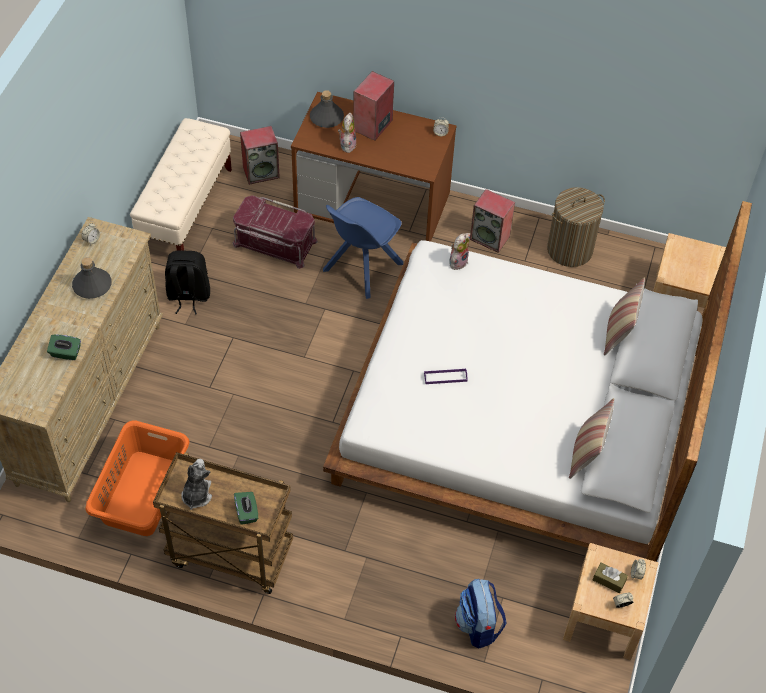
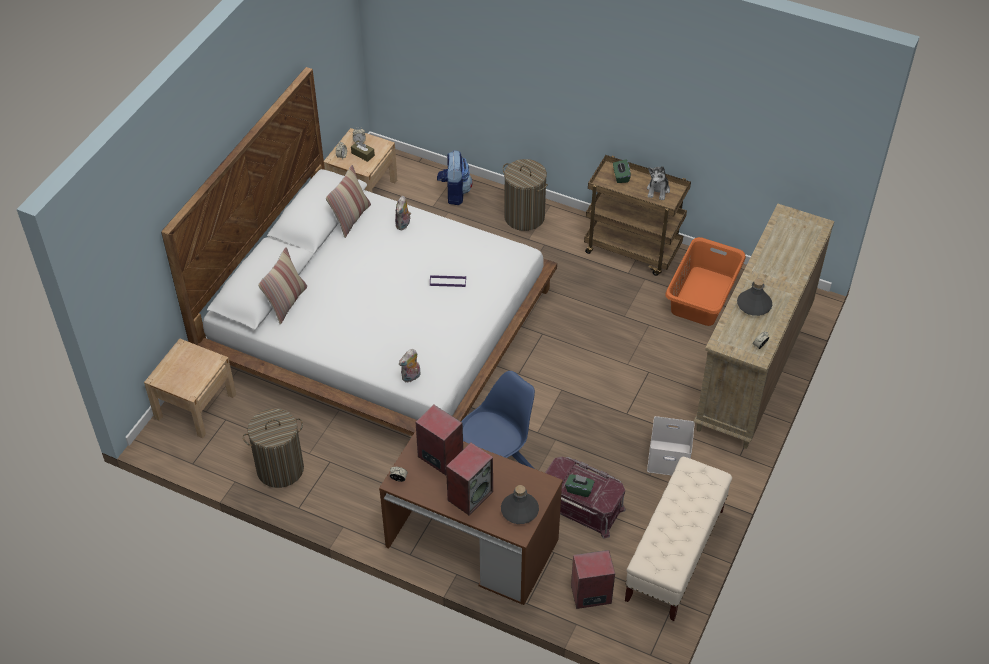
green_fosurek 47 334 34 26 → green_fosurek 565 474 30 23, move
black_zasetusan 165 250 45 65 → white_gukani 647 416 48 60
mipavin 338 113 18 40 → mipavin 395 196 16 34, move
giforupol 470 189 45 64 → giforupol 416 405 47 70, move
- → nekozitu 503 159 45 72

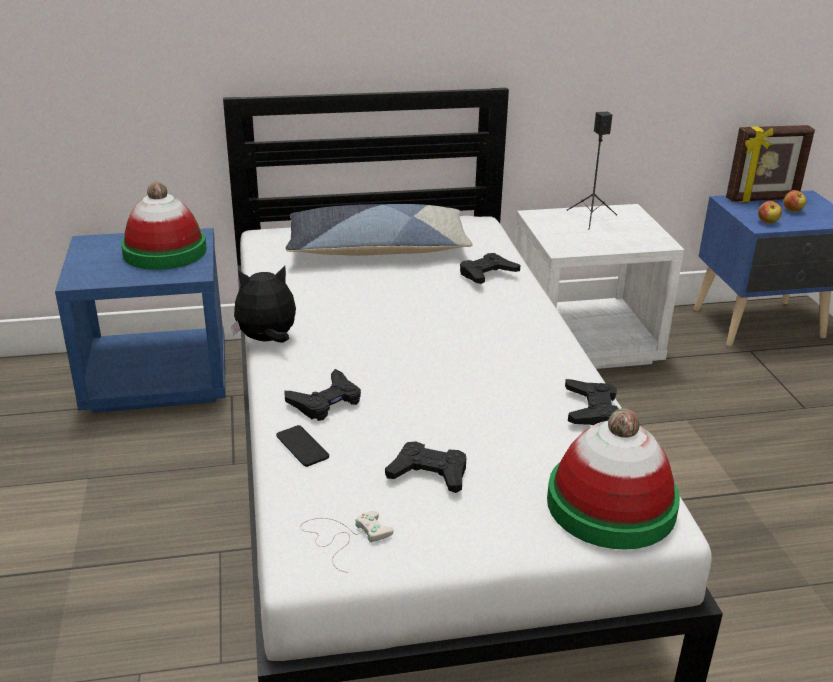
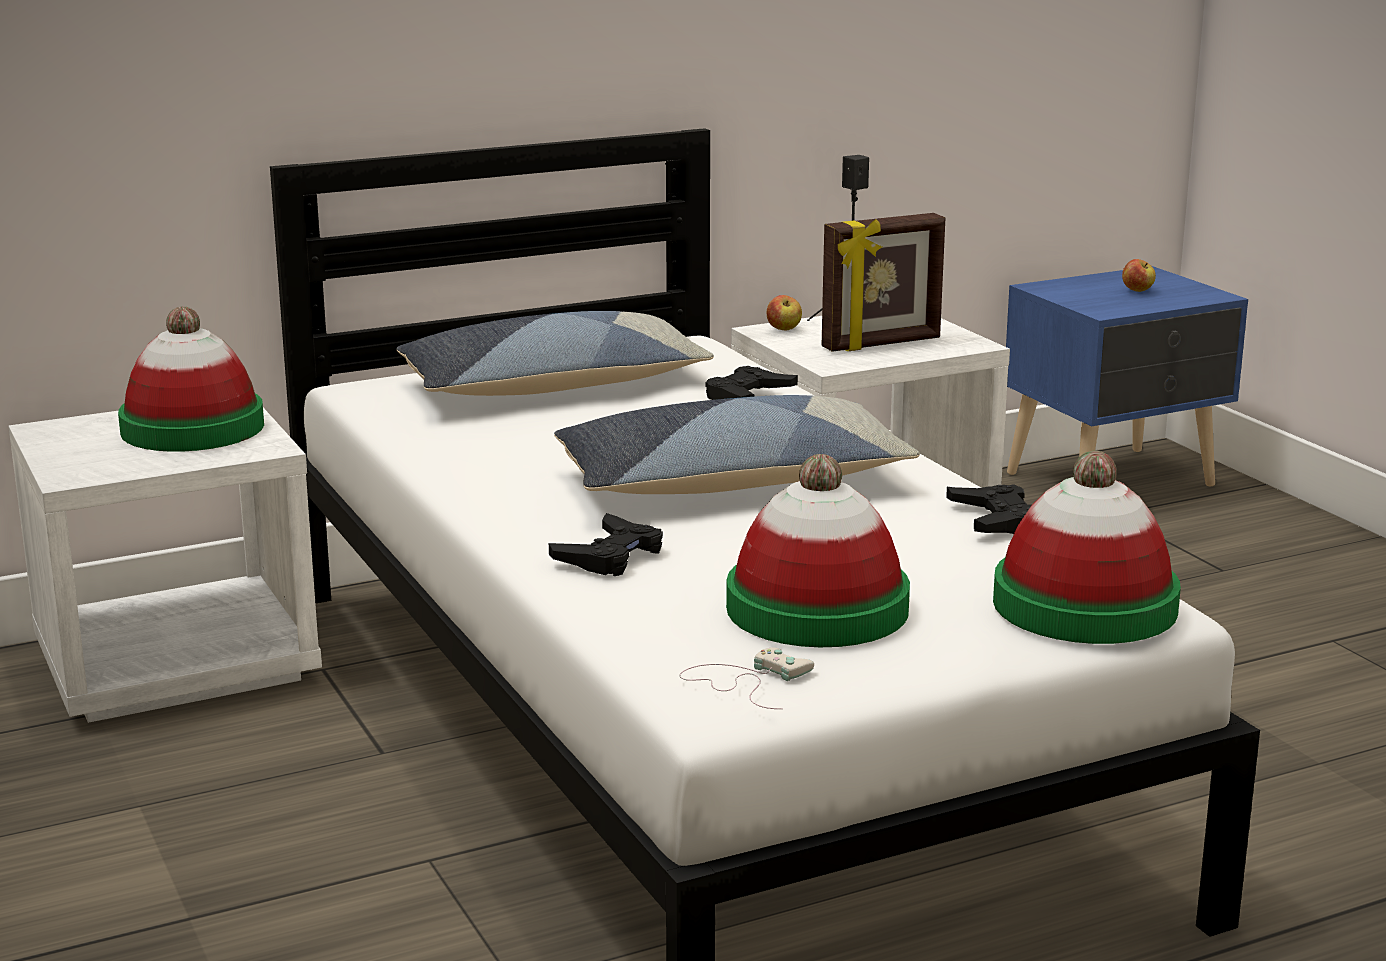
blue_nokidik 55 228 171 185 → white_nokidik 8 408 314 315
mipavin 231 266 65 77 → -
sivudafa 276 425 53 42 → -
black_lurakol 385 441 81 52 → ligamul 726 454 184 193
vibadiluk 726 125 89 77 → vibadiluk 822 213 123 139, move
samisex 758 201 24 22 → samisex 767 295 35 35, move
- → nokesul 554 395 366 99

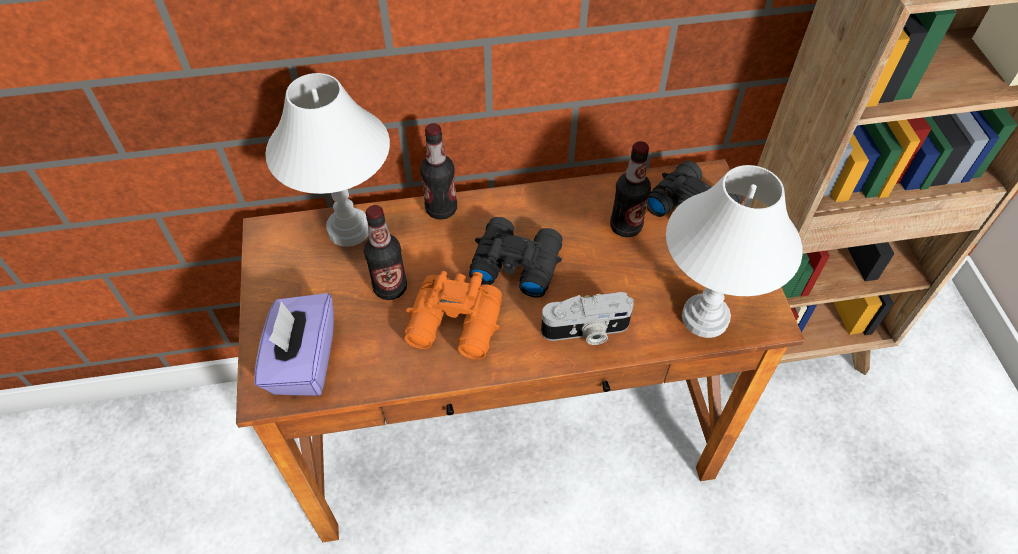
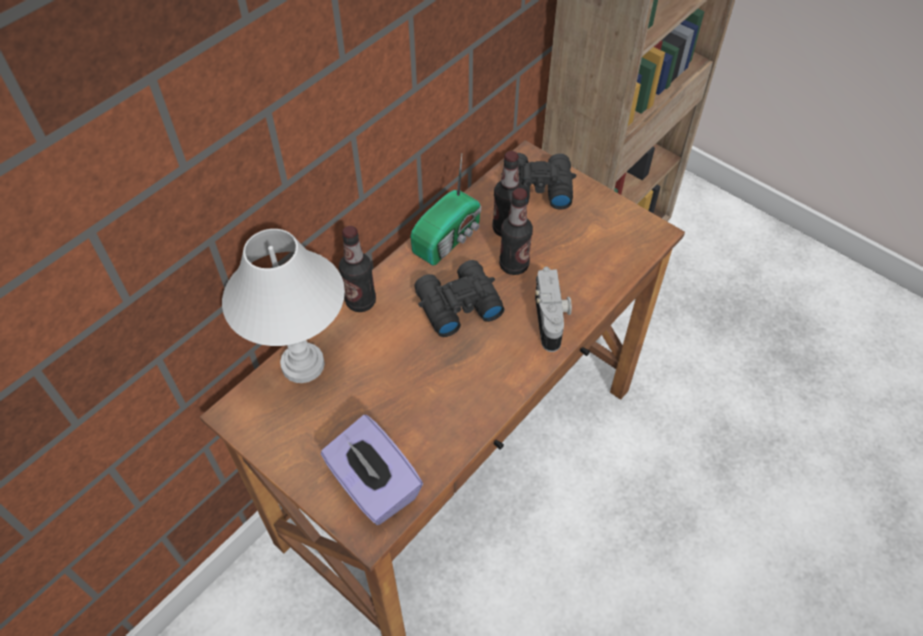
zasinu 364 205 43 95 → zasinu 499 188 34 87, move
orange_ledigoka 404 271 98 89 → -
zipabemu 541 292 93 53 → zipabemu 535 267 37 85, 45 degrees counterclockwise
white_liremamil 666 165 137 173 → -
- → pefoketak 410 154 71 112

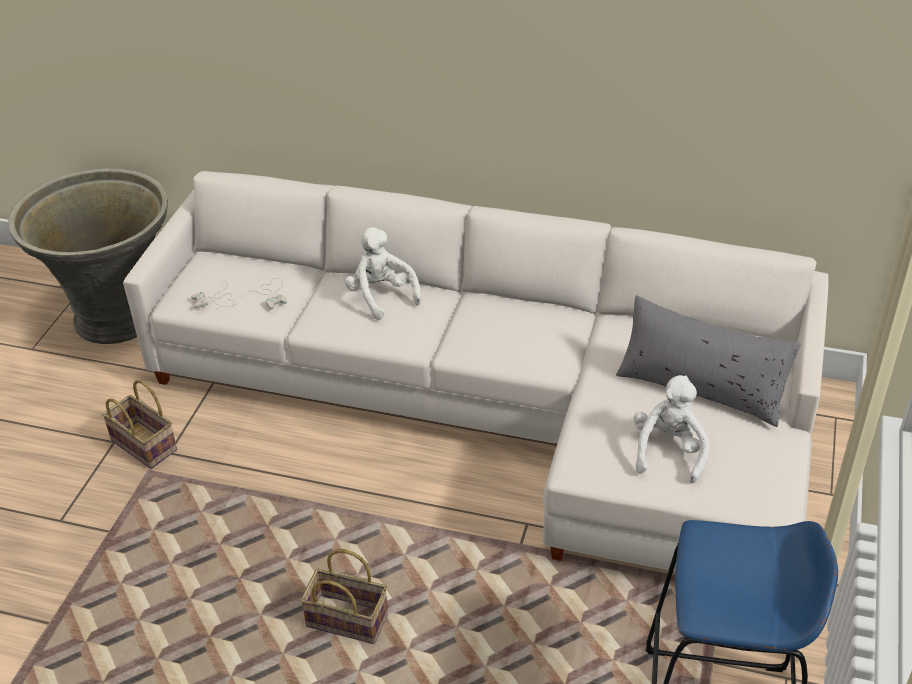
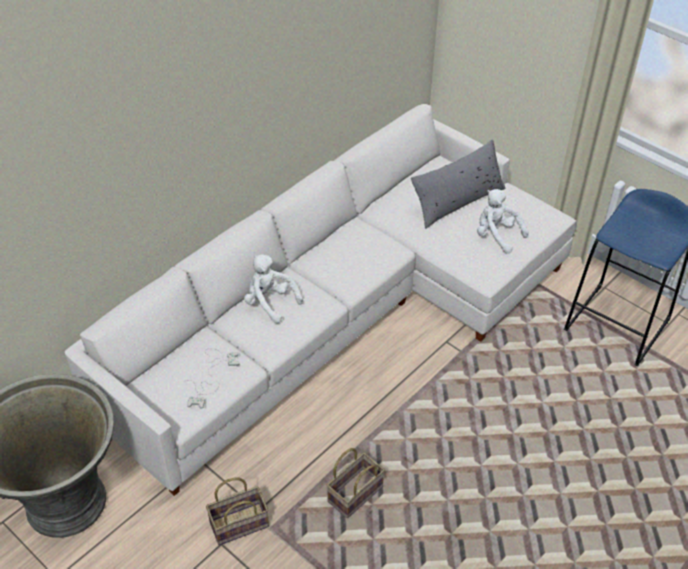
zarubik 300 549 88 95 → zarubik 327 448 58 70, move
white_mipavin 345 227 76 93 → white_mipavin 244 254 59 69, 45 degrees clockwise

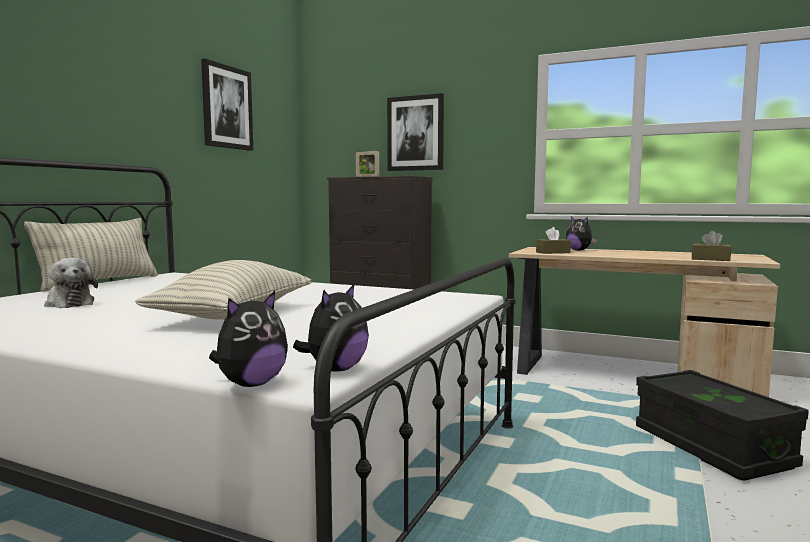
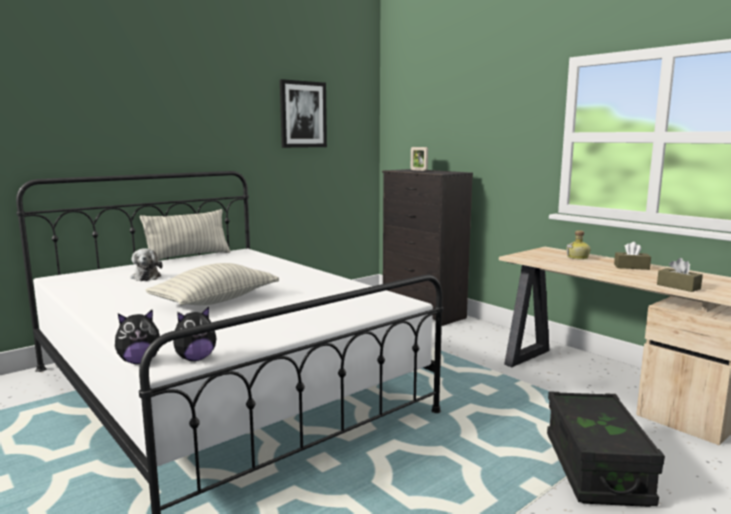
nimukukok 387 93 57 78 → -
brown_fosurek 536 227 35 27 → brown_fosurek 614 242 37 28, move
mipavin 566 216 31 35 → zasinu 566 230 24 29

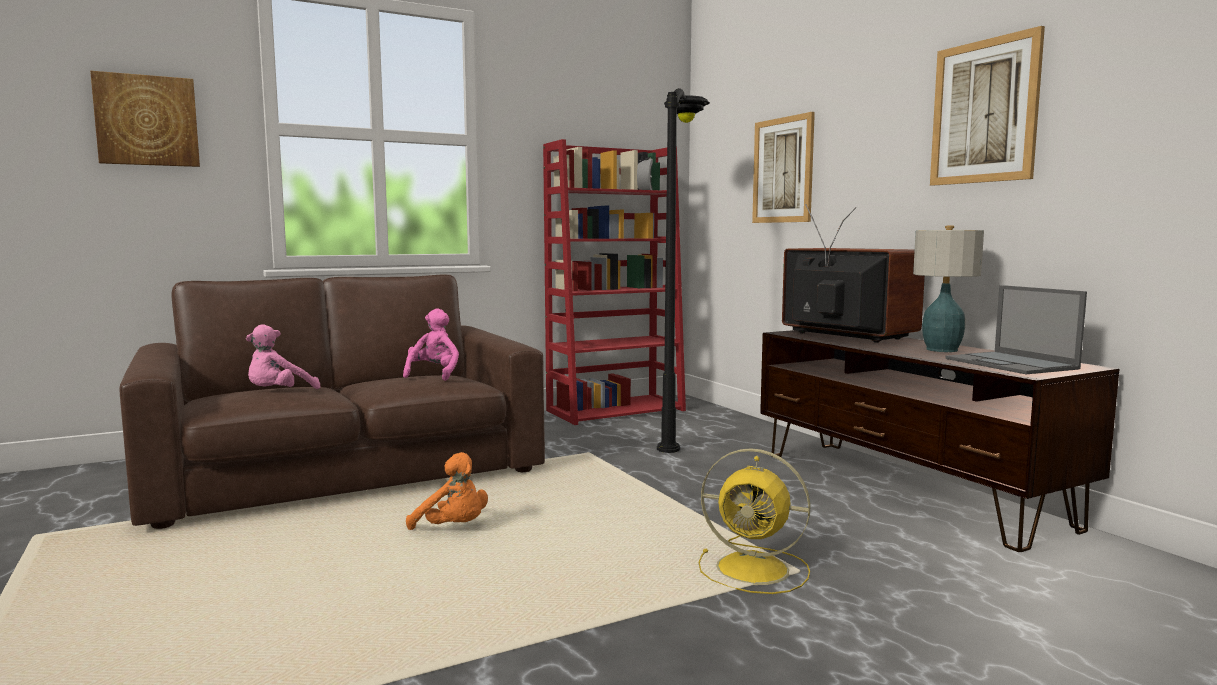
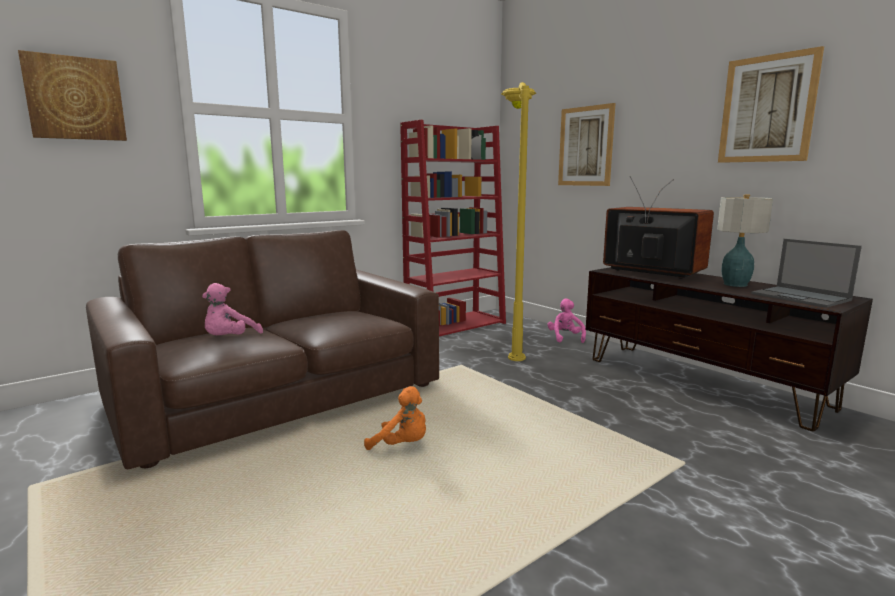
pink_mipavin 403 308 56 73 → pink_mipavin 547 298 39 45, move
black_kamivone 657 88 53 365 → yellow_kamivone 501 82 35 279
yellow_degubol 698 448 112 146 → -

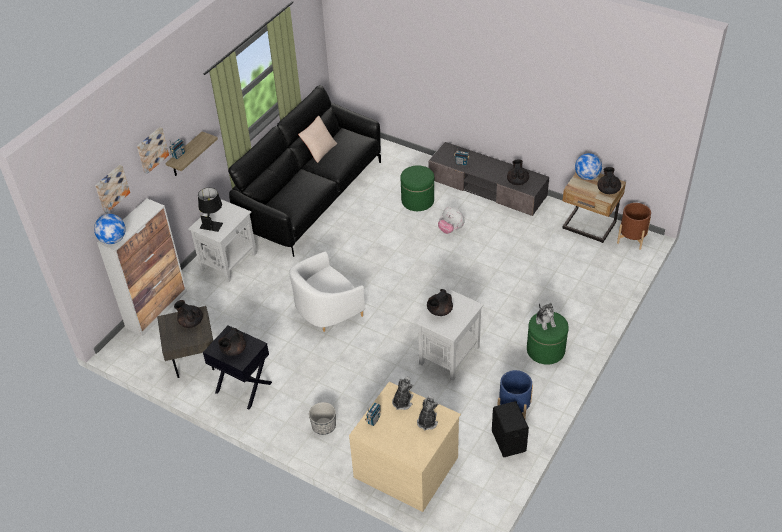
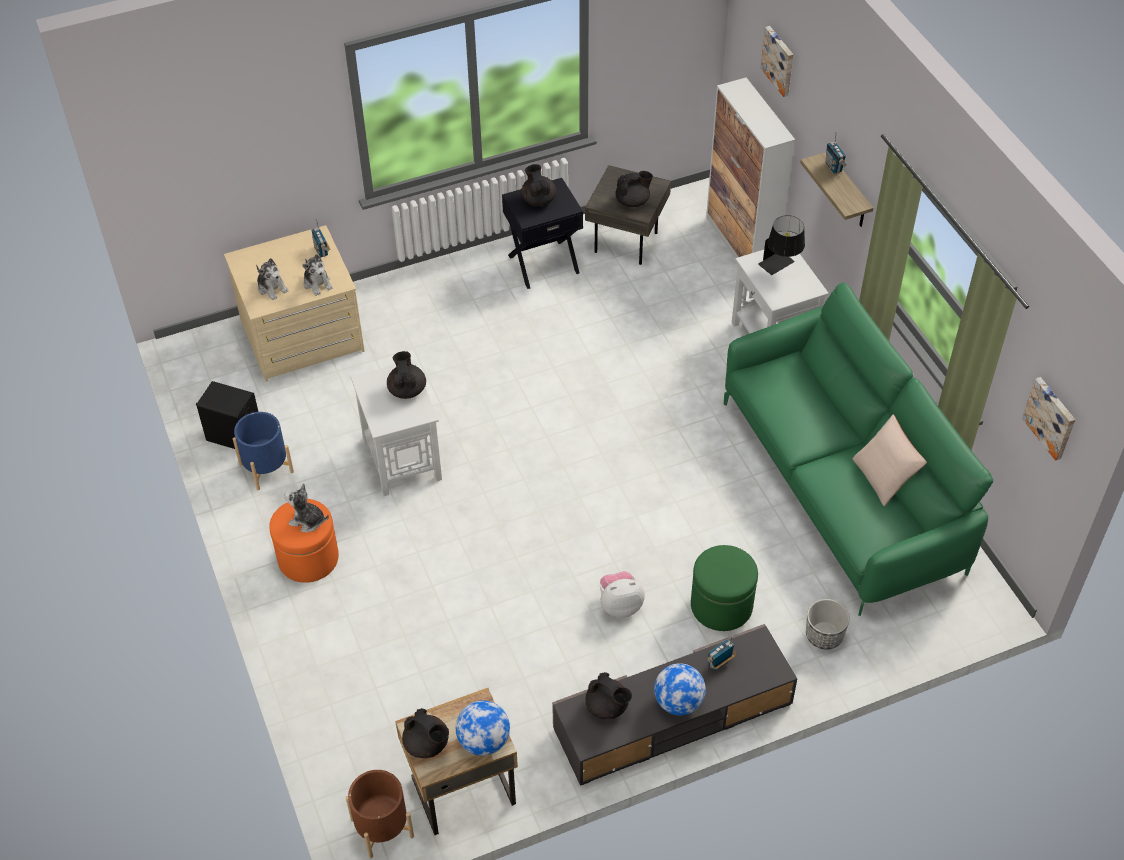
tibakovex 94 214 32 30 → tibakovex 654 663 52 52, move
nimukukok 137 127 32 47 → nimukukok 1022 377 53 84, move
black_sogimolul 228 85 153 172 → green_sogimolul 724 283 269 333
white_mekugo 289 252 76 80 → -
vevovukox 309 402 27 33 → vevovukox 806 599 44 51, move
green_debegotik 527 312 42 53 → orange_debegotik 269 499 70 84

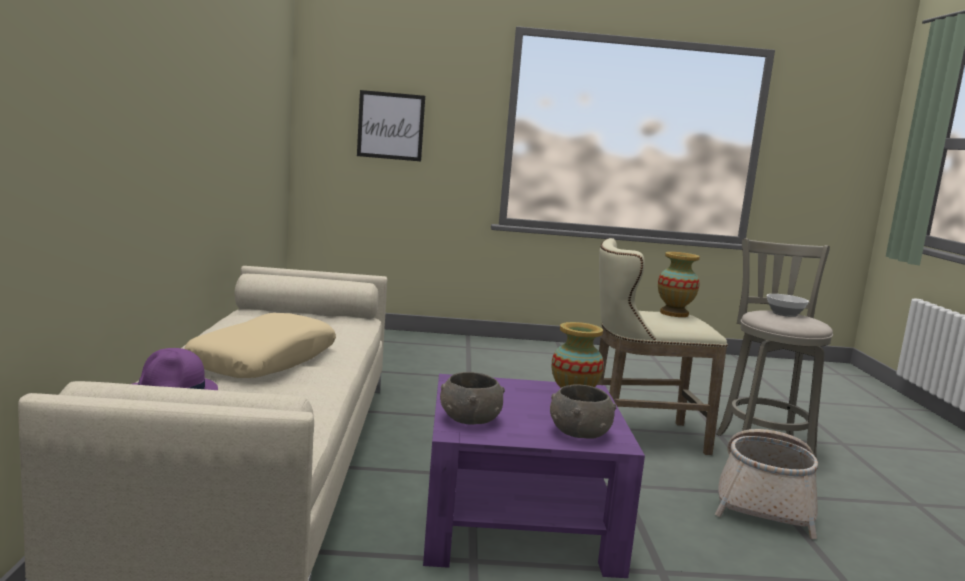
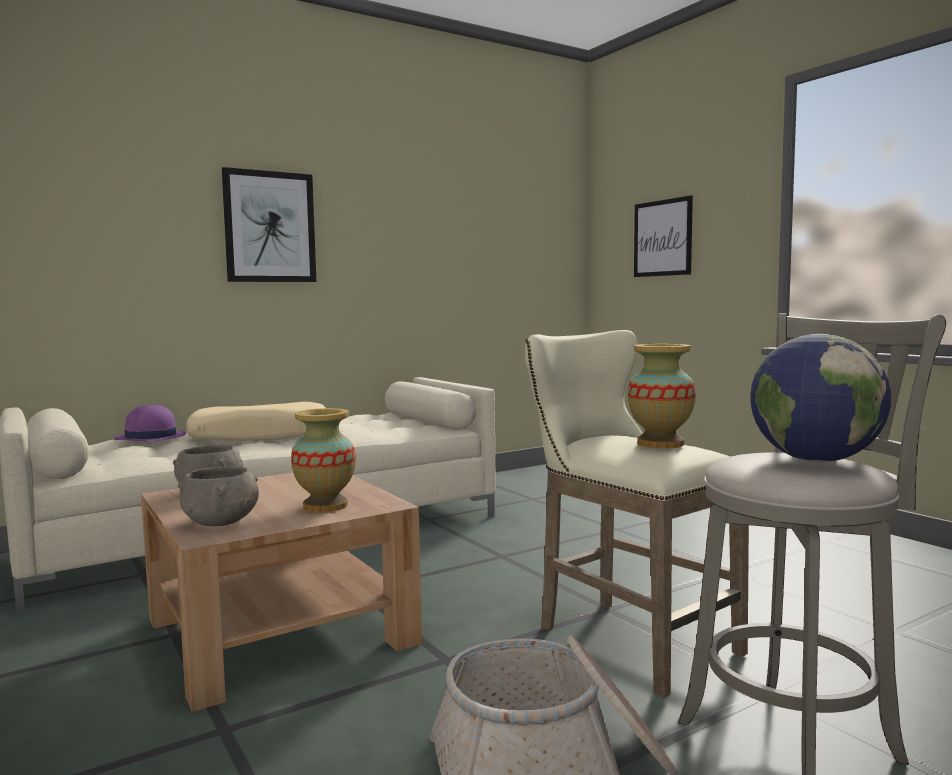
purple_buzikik 423 374 222 204 → brown_buzikik 141 473 281 239
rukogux 767 294 42 23 → tibakovex 750 334 141 128
- → nimukukok 222 167 94 115

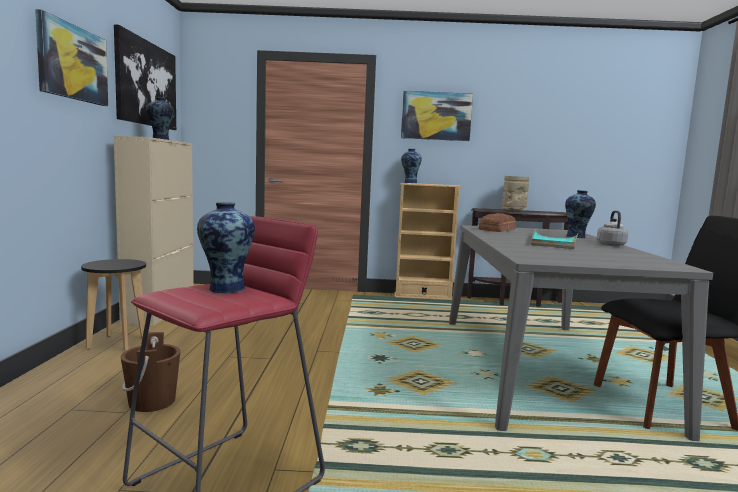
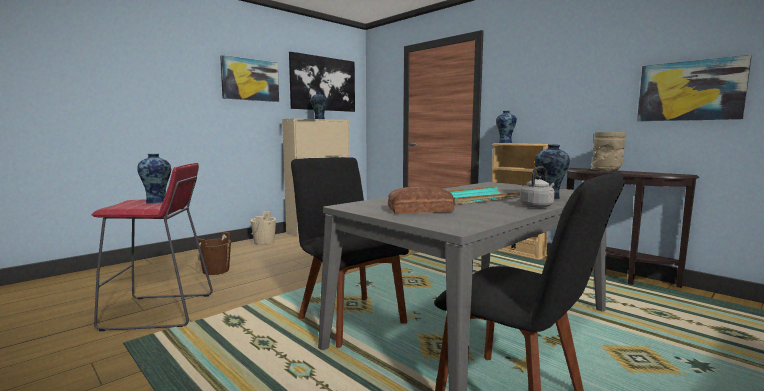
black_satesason 81 259 65 92 → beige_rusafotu 251 212 25 33
nimukukok 401 91 72 50 → nimukukok 637 55 115 66, move
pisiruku 479 213 37 19 → pisiruku 388 186 66 28, move
- → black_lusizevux 291 157 118 191

